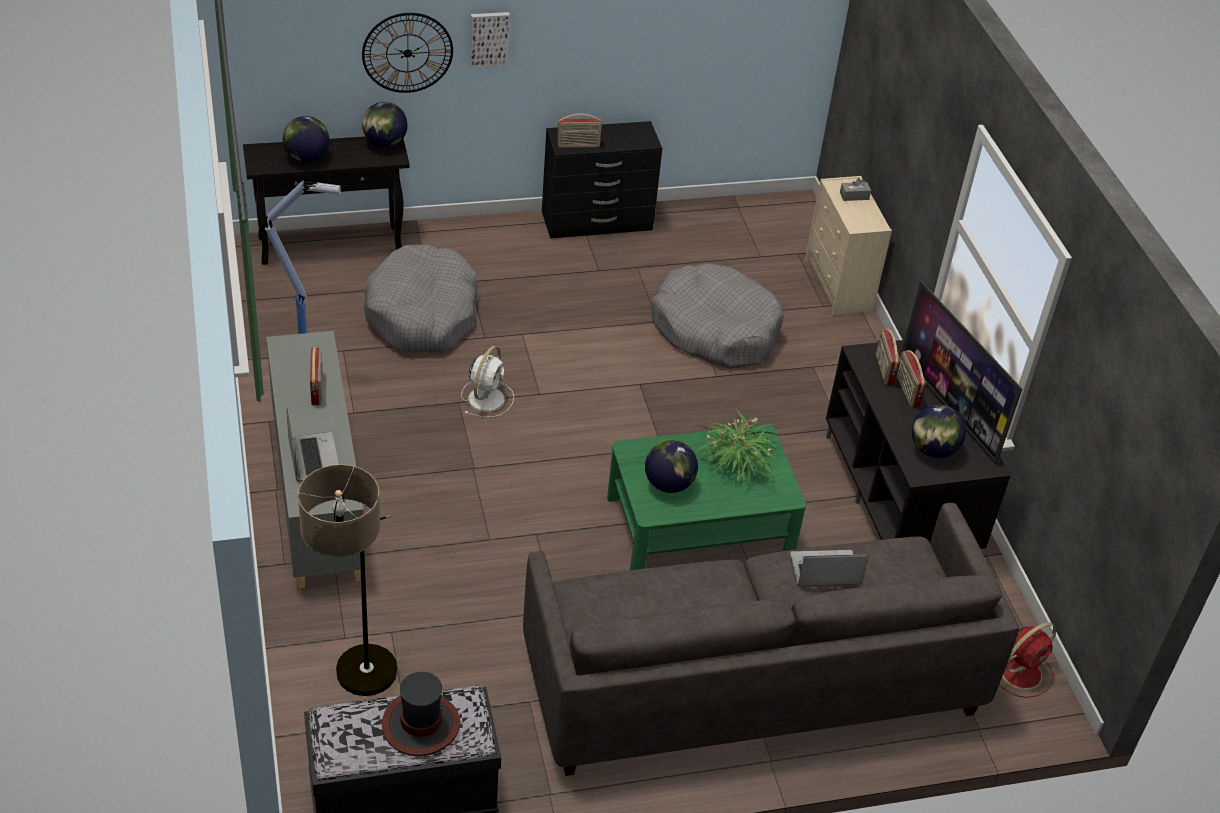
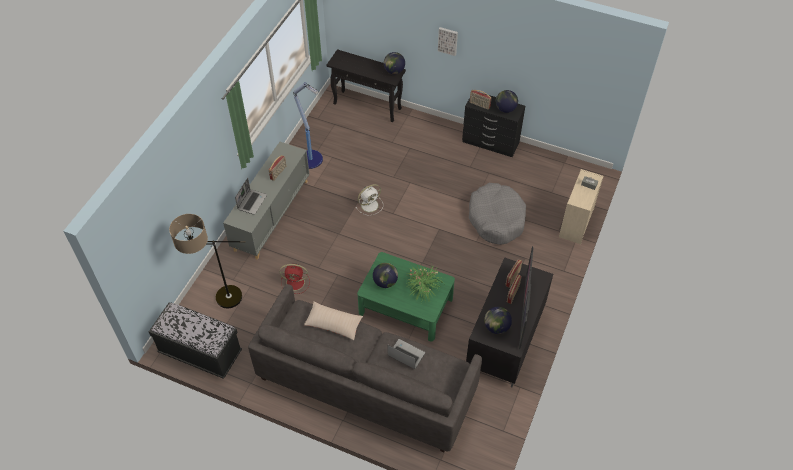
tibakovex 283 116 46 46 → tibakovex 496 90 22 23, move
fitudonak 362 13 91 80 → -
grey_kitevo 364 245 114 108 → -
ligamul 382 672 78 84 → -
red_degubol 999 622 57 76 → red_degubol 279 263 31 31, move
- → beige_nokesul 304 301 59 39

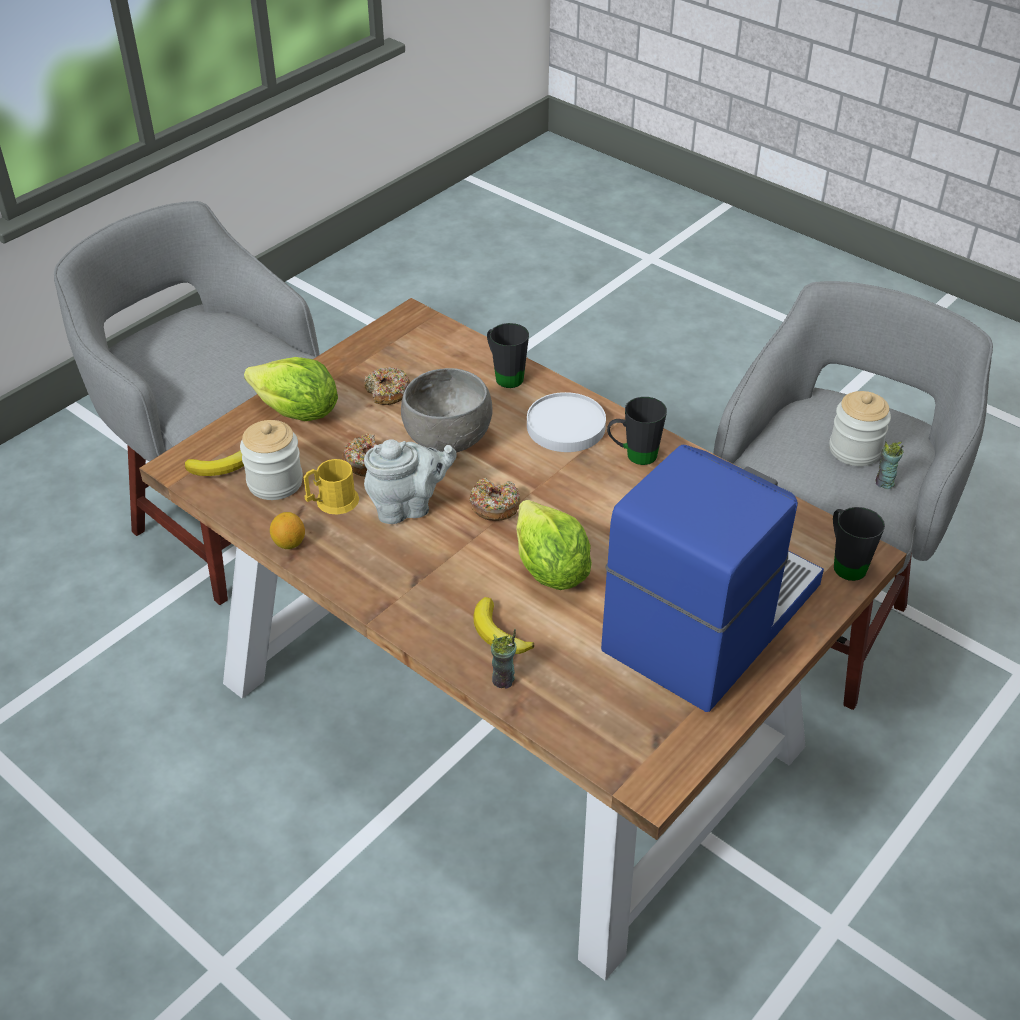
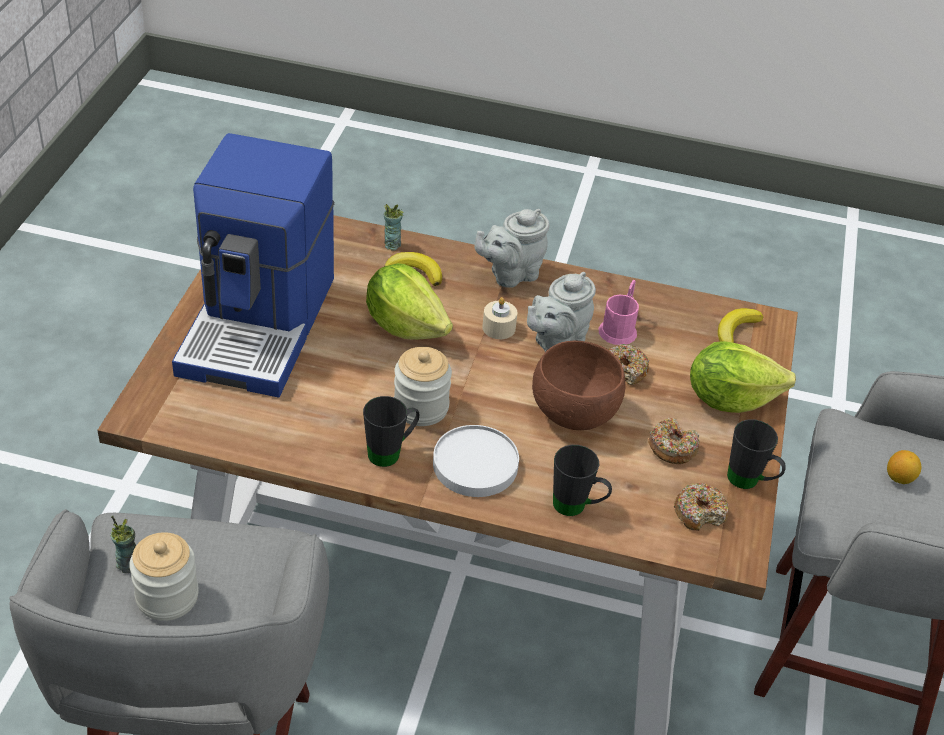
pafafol 240 420 63 80 → pafafol 394 347 58 79, move
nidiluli 270 512 35 37 → nidiluli 887 450 34 34, move
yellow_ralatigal 304 459 55 56 → pink_ralatigal 599 280 40 65
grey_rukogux 401 368 92 85 → brown_rukogux 532 340 94 90
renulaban 469 478 51 43 → renulaban 674 483 55 48, move
black_ralatigal 833 507 52 74 → black_ralatigal 727 419 59 70, move
- → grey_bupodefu 474 209 76 79
- → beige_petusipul 482 297 35 42

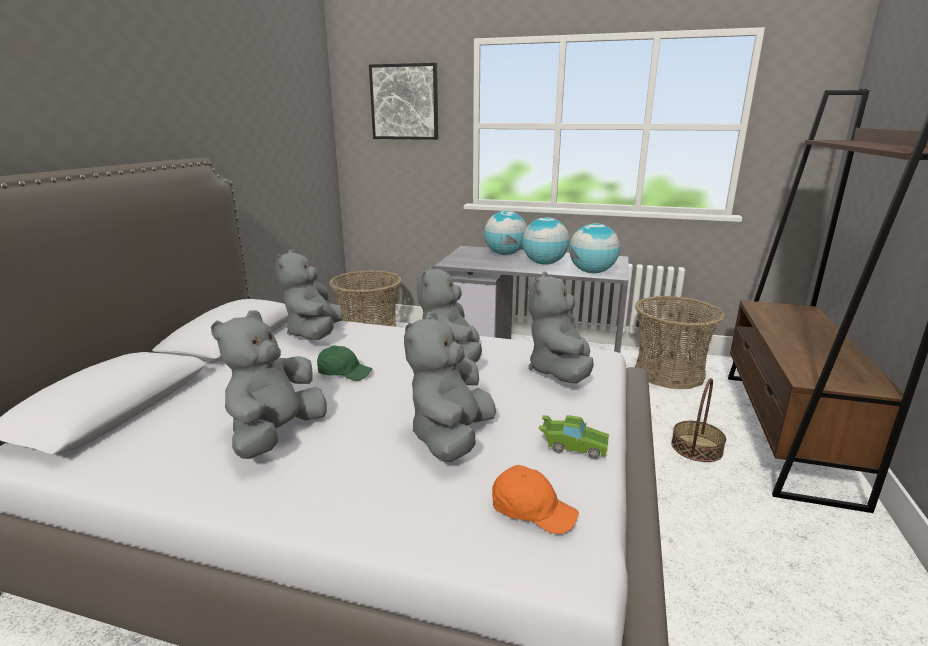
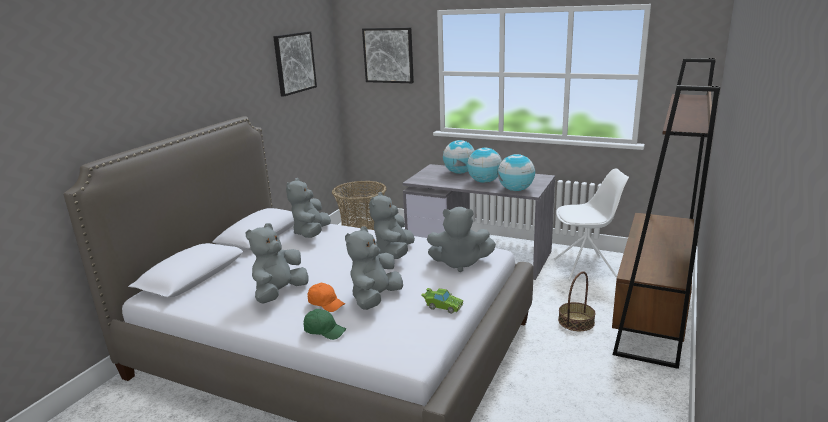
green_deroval 317 346 56 35 → green_deroval 304 309 42 31, move
orange_deroval 492 465 87 69 → orange_deroval 308 283 37 29, move
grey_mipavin 528 272 66 111 → grey_mipavin 427 207 69 65, 105 degrees counterclockwise
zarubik 635 296 90 93 → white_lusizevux 554 168 75 112
- → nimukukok 273 31 44 65

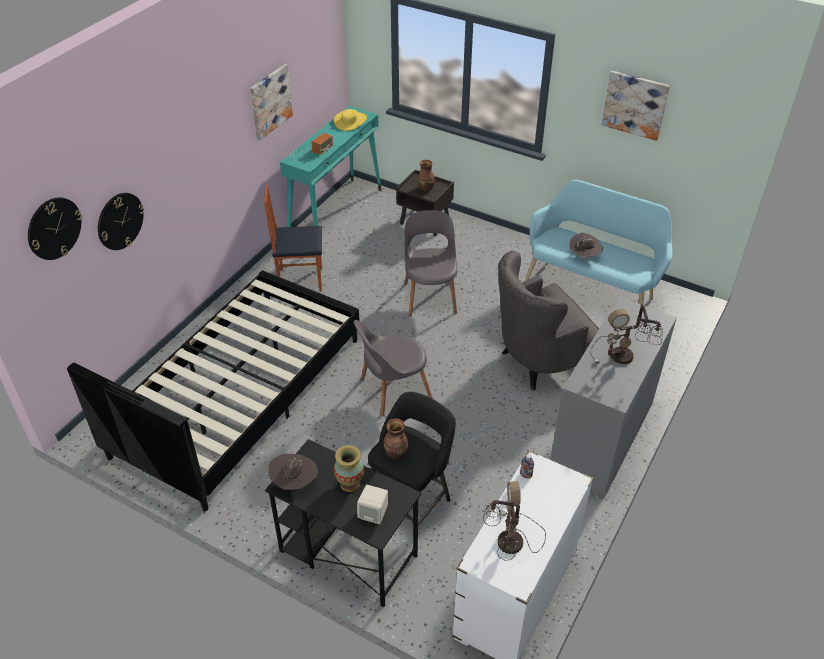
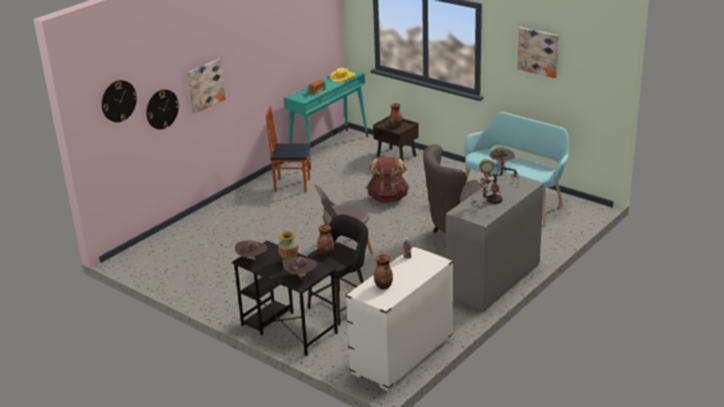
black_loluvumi 67 271 293 241 → -
nimukukok 250 64 43 76 → nimukukok 187 59 39 55, move
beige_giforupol 357 485 31 39 → brown_ligamul 283 257 34 22
grey_lusizevux 404 210 53 107 → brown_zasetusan 366 157 43 46
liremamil 483 481 63 80 → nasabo 374 255 19 34

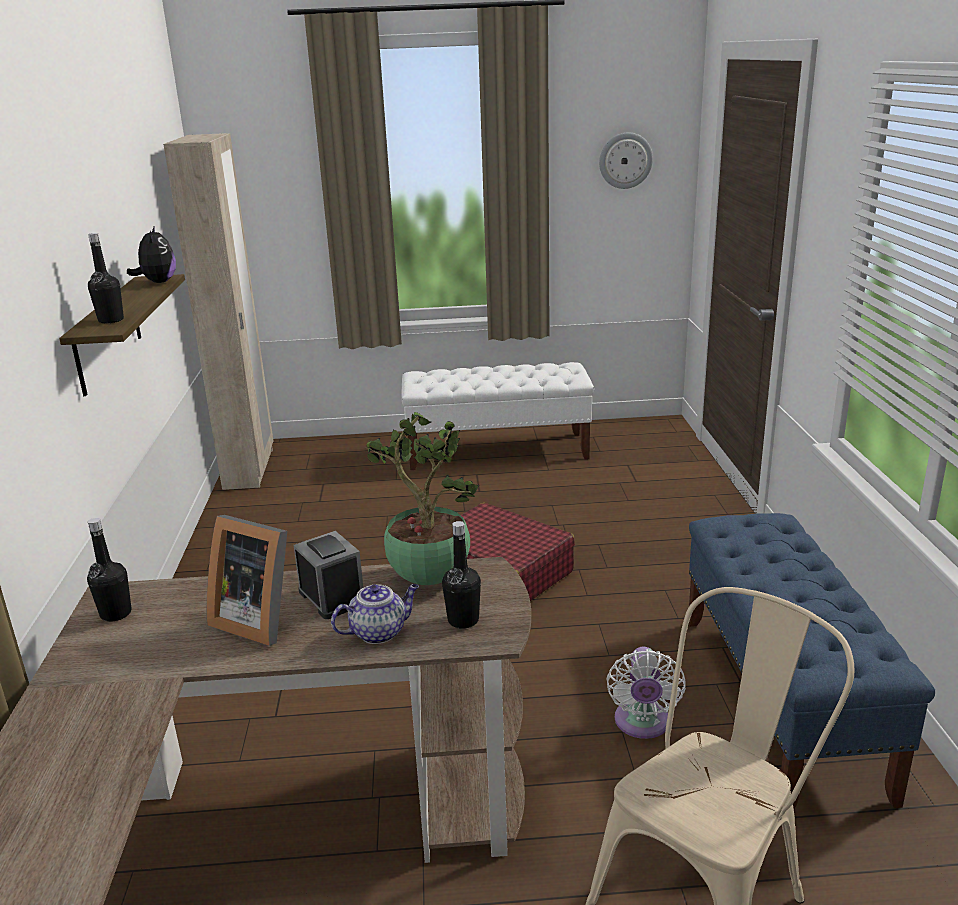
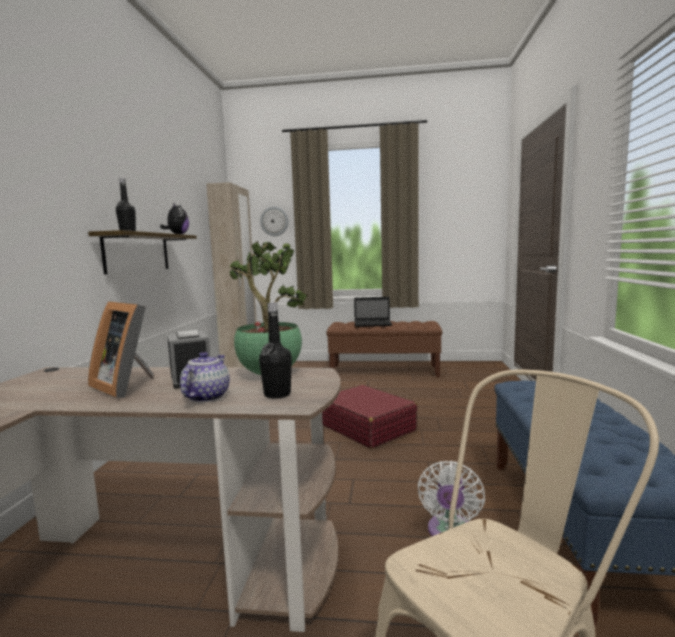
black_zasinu 87 518 45 104 → -
bupodefu 331 584 88 60 → bupodefu 180 352 50 50, 60 degrees counterclockwise
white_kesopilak 402 362 192 108 → brown_kesopilak 326 321 116 56
fitudonak 599 132 54 57 → fitudonak 260 206 29 30, move
- → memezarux 354 297 38 30

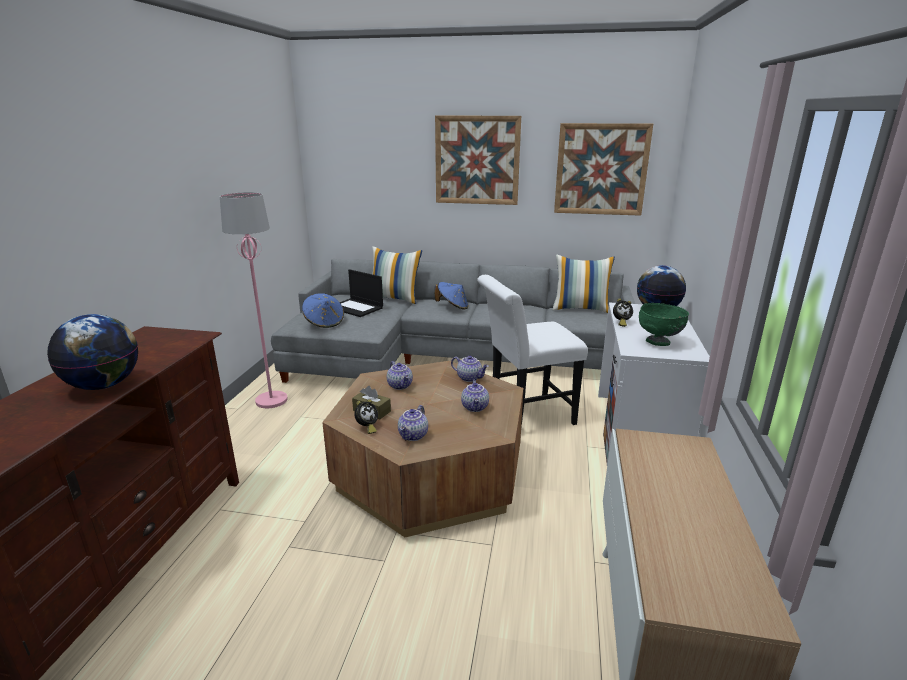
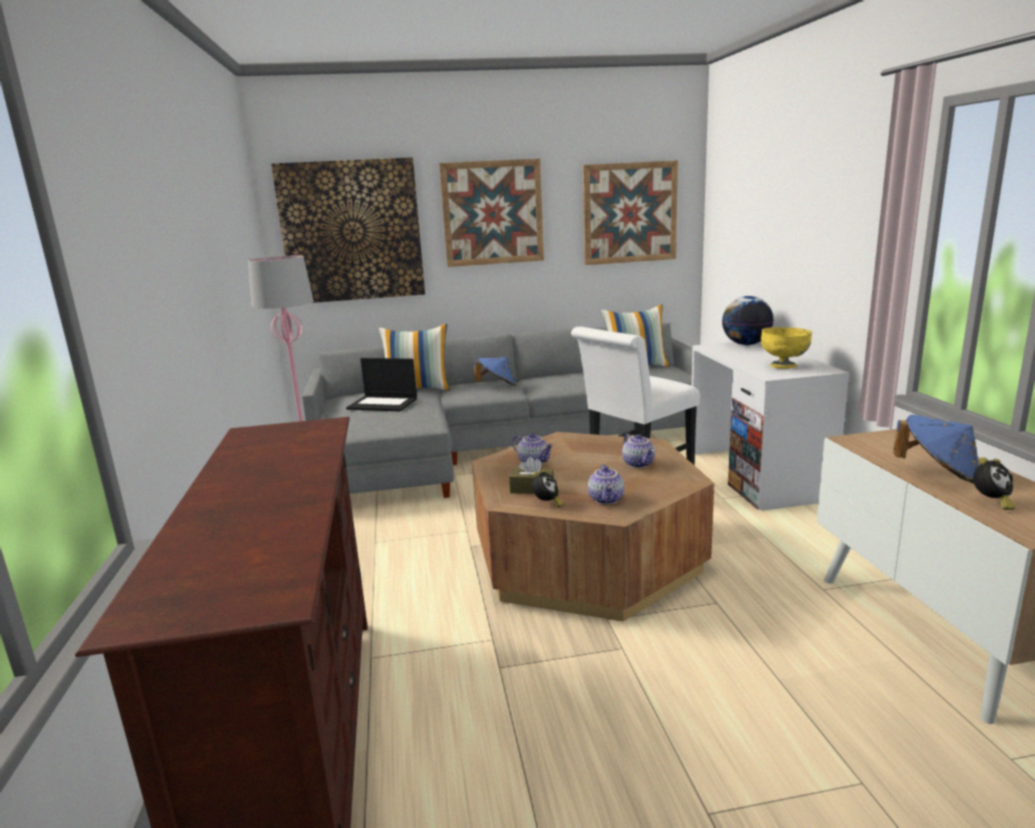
tibakovex 47 314 91 76 → -
blue_ligamul 302 293 42 35 → blue_ligamul 893 415 86 68, move
bupodefu 451 356 38 26 → -
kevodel 613 298 20 29 → kevodel 973 457 43 53, move
green_rukogux 639 303 50 43 → yellow_rukogux 761 327 51 42
- → nimukukok 271 157 154 146

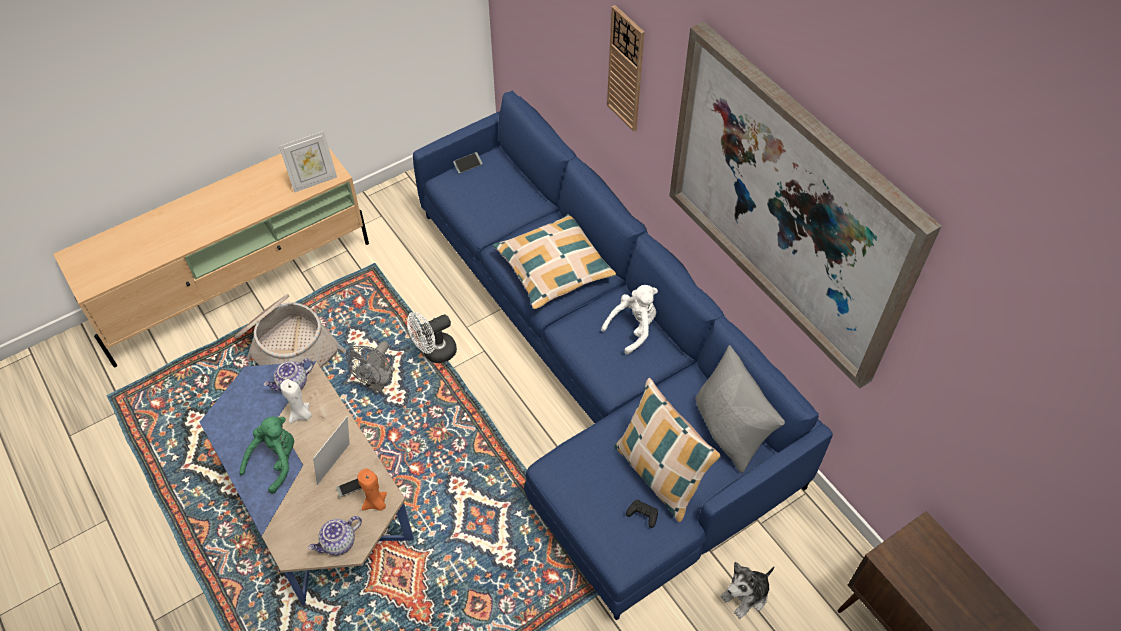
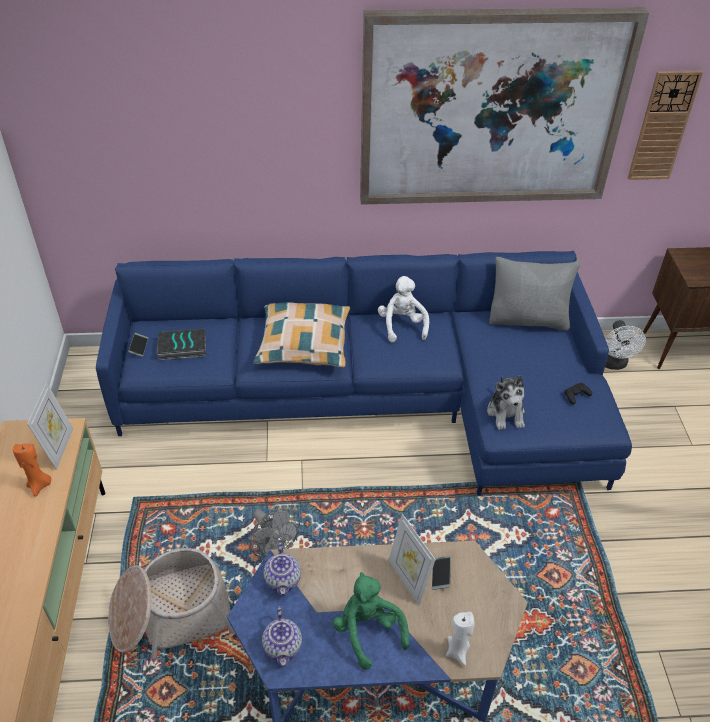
white_petusipul 280 379 32 44 → white_petusipul 446 612 28 54, move
bupodefu 308 516 54 40 → bupodefu 262 606 40 61, move
orange_petusipul 357 468 30 43 → orange_petusipul 13 443 38 54, move
white_degubol 407 312 50 51 → white_degubol 605 320 41 50, move
fitudonak 607 5 38 127 → fitudonak 628 71 75 109, move
nokesul 614 378 107 144 → -
mipavin 721 562 53 57 → mipavin 487 375 38 55, move
- → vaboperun 156 329 50 31

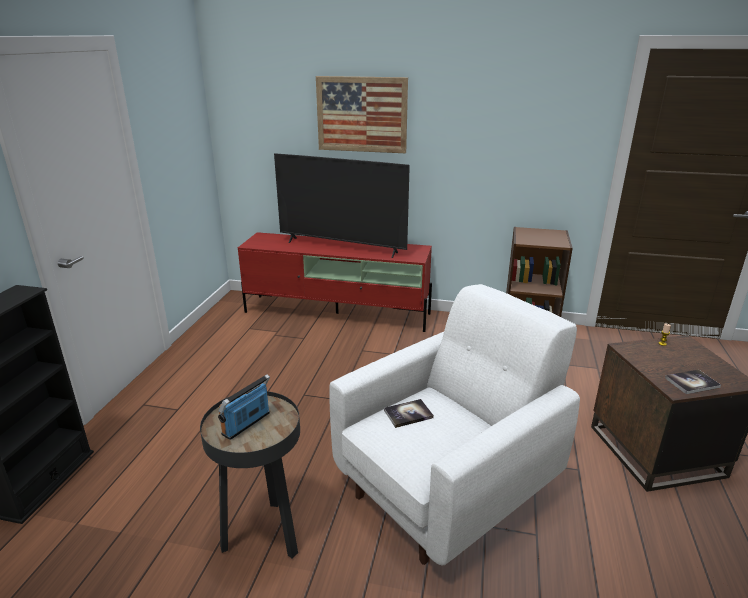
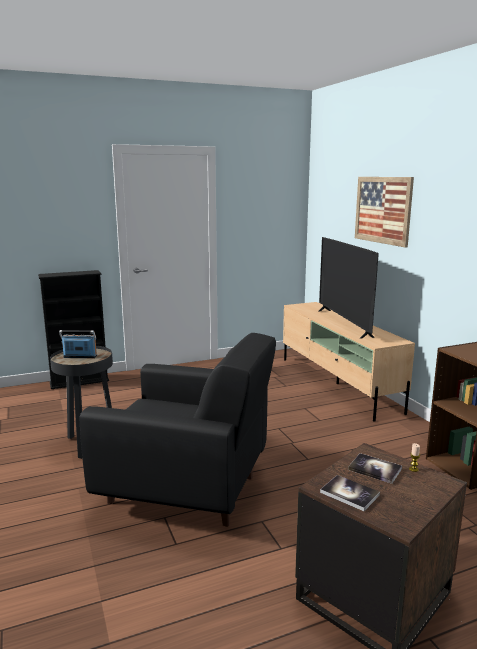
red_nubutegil 238 232 194 100 → beige_nubutegil 283 302 132 119
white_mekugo 330 284 250 281 → black_mekugo 80 333 196 194
vaboperun 384 399 50 29 → vaboperun 348 453 54 31, move

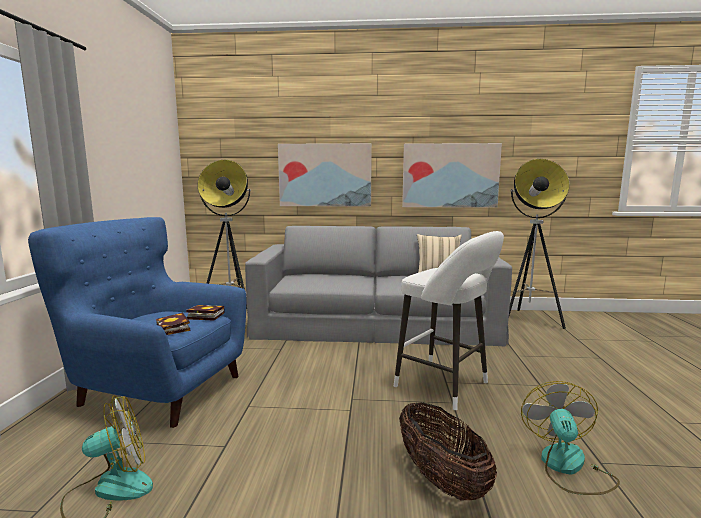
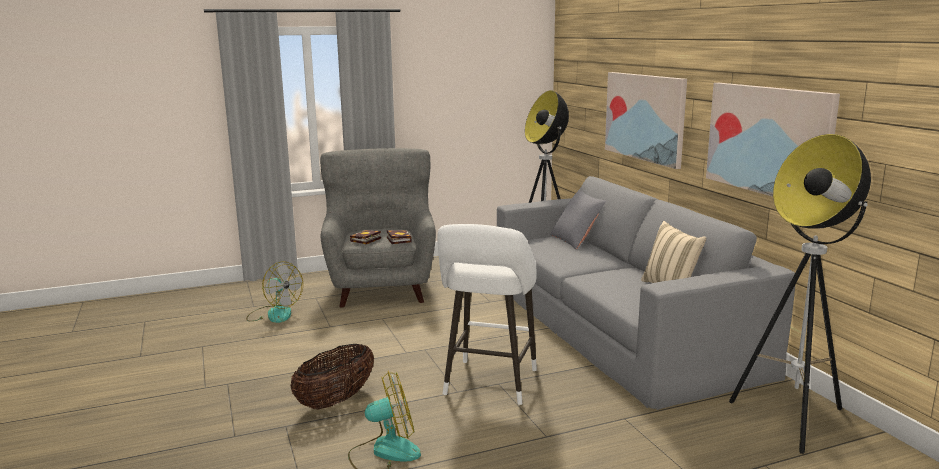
blue_mekugo 28 217 218 211 → grey_mekugo 320 148 116 159
- → grey_nokesul 550 190 56 59

